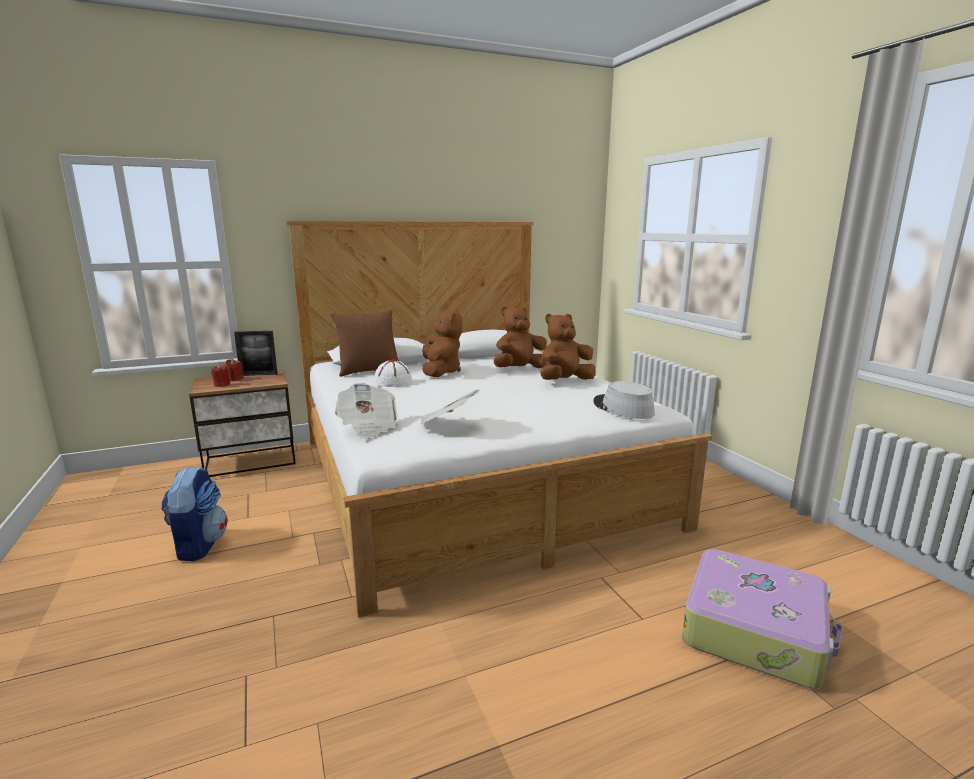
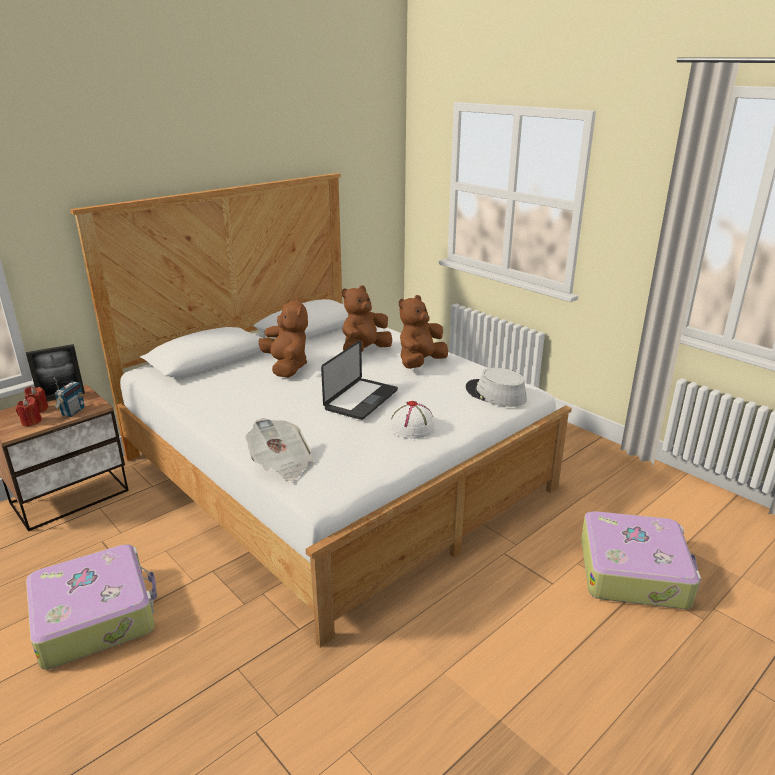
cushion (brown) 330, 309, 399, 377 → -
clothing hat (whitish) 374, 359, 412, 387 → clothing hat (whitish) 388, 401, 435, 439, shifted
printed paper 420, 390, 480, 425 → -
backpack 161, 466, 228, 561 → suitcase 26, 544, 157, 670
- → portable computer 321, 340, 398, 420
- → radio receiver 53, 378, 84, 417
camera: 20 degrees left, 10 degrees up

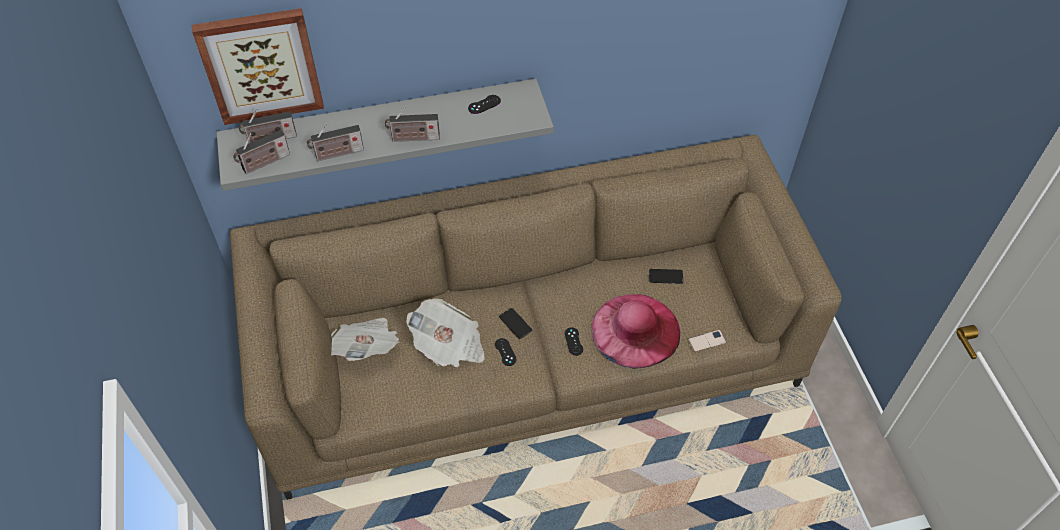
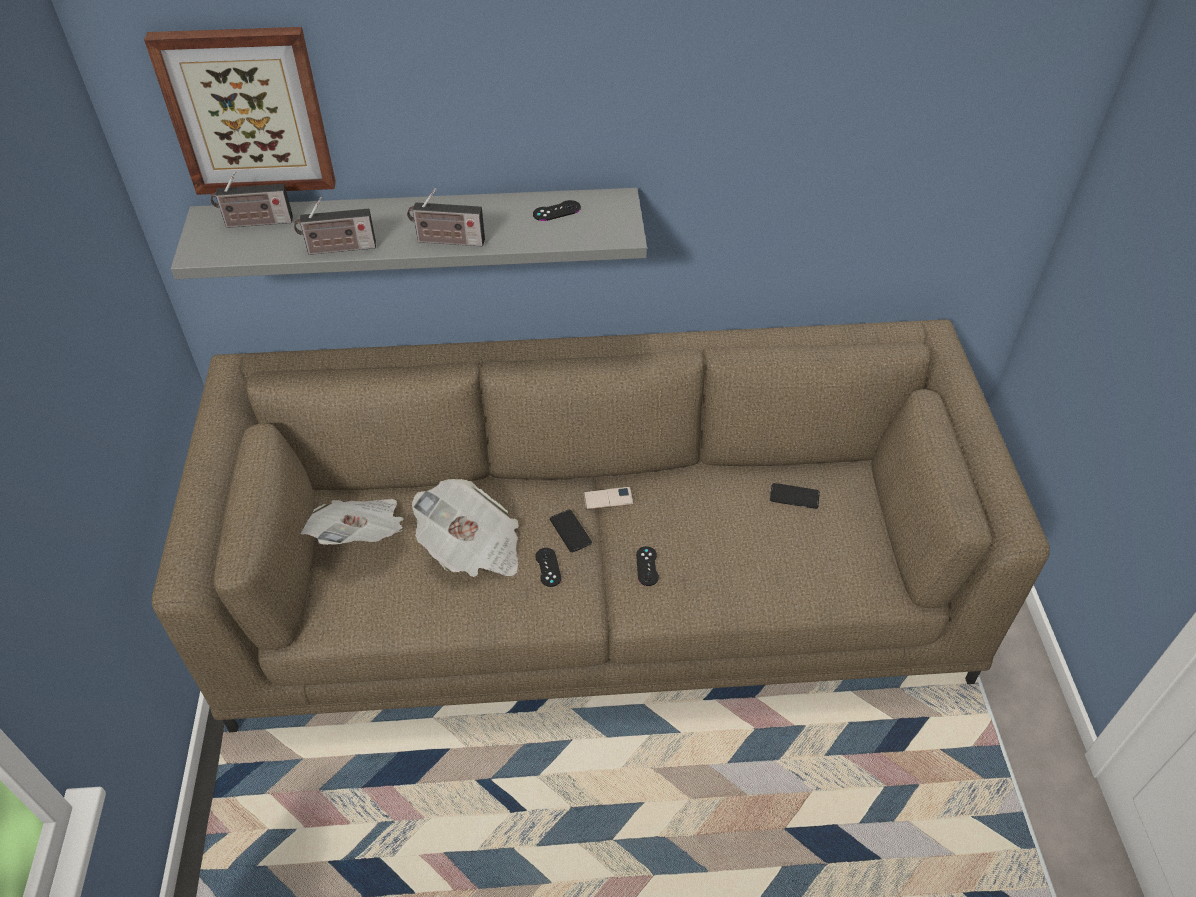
radio receiver 233, 130, 290, 174 → -
clothing hat (pink) 591, 294, 680, 369 → -
telephone 688, 330, 727, 352 → telephone 583, 487, 634, 510, shifted
camera: 10 degrees right, 5 degrees down

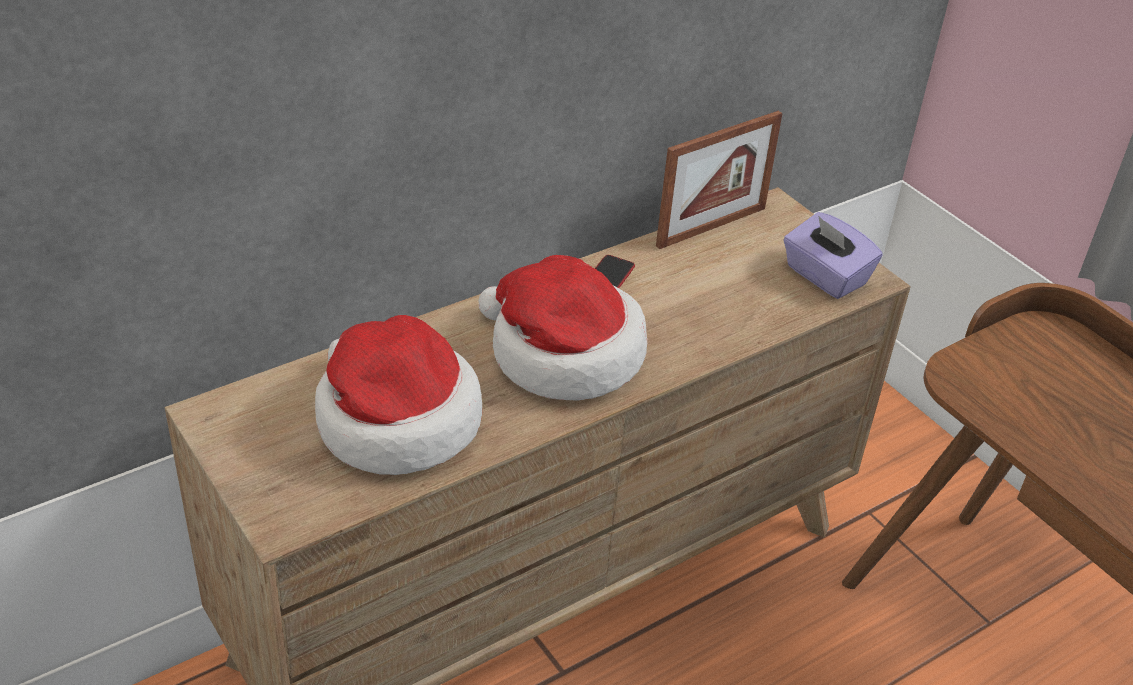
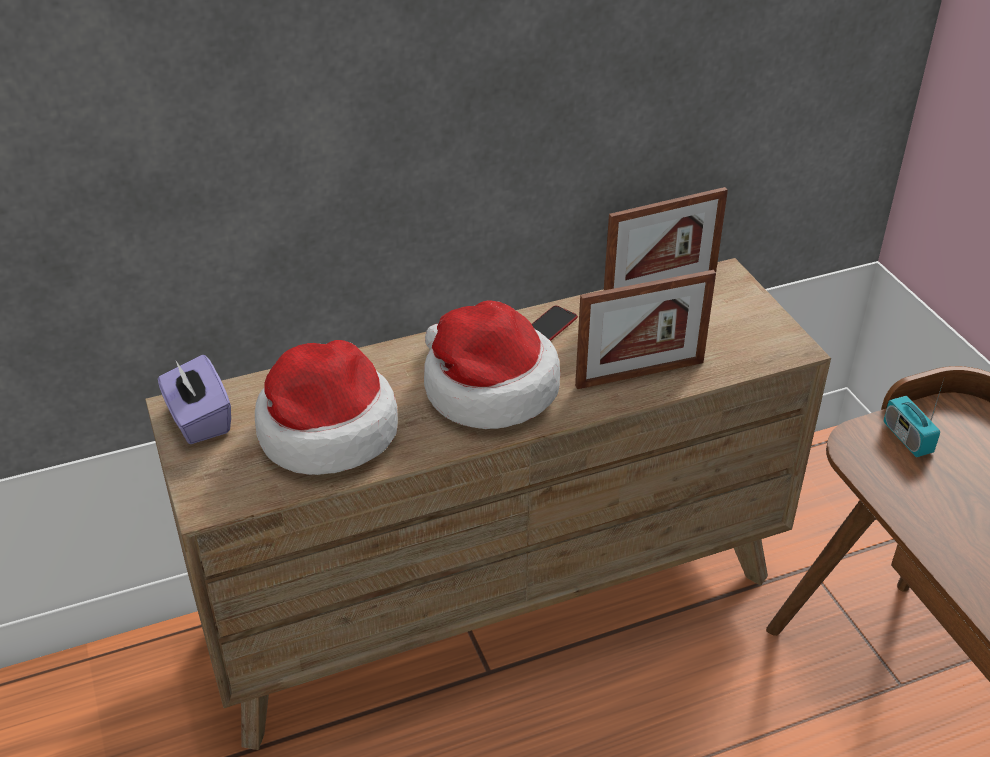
box of tissues (purple-coloured) 783, 212, 883, 299 → box of tissues (purple-coloured) 158, 355, 231, 444, shifted
- → standing frame 575, 270, 716, 389
- → radio receiver 884, 376, 945, 457
camera: 15 degrees right, 0 degrees up

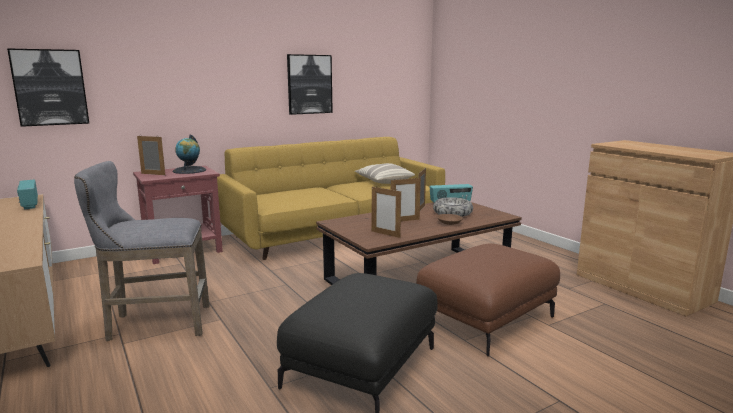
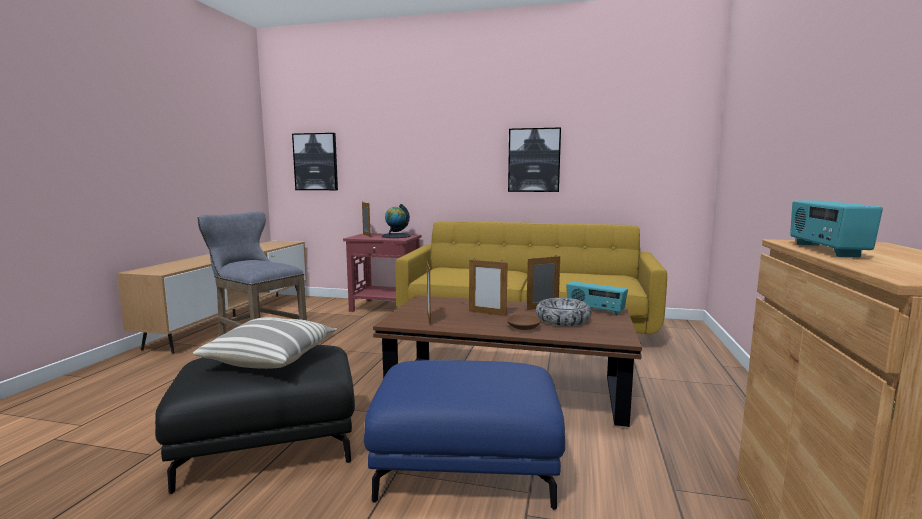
cushion 355, 163, 415, 184 → cushion 193, 317, 337, 369, shifted
radio receiver 17, 180, 38, 210 → radio receiver 790, 200, 883, 257, shifted
ottoman (brown) 416, 244, 560, 357 → ottoman (blue-coloured) 364, 360, 565, 510
camera: 45 degrees right, 5 degrees down

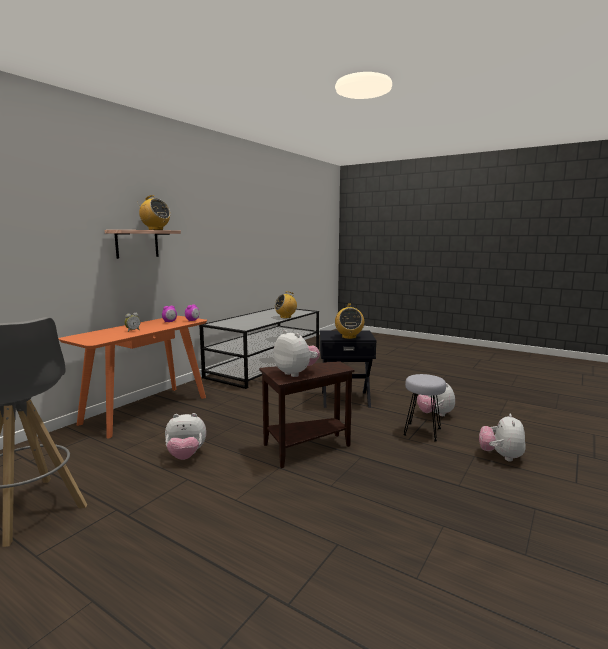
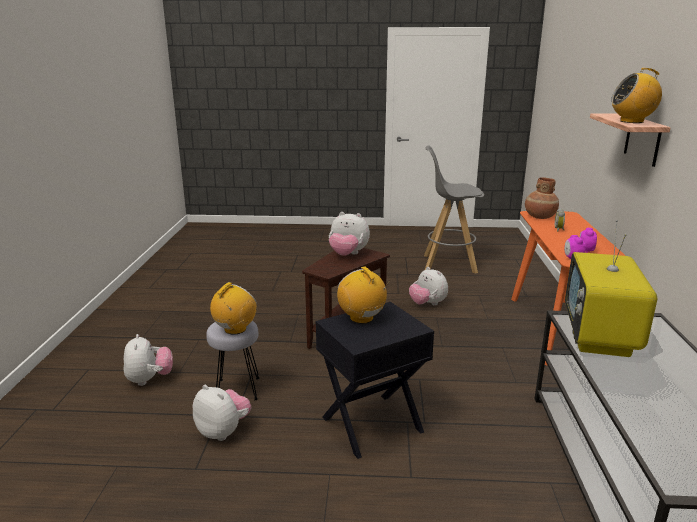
radio receiver 274, 291, 297, 318 → radio receiver 210, 282, 257, 334, shifted
plush toy 165, 413, 206, 460 → plush toy 409, 267, 448, 306, 90 degrees counterclockwise
- → decorative vase (brown) 525, 177, 559, 219
- → TV 565, 220, 657, 357
camera: 150 degrees right, 10 degrees up

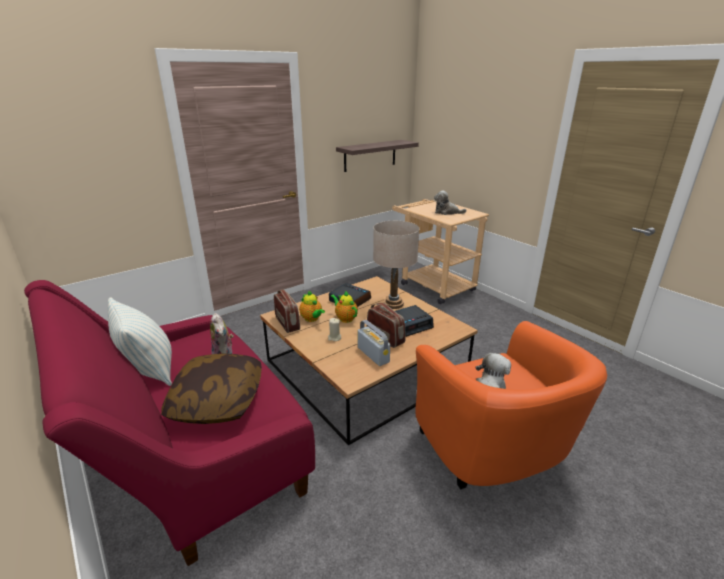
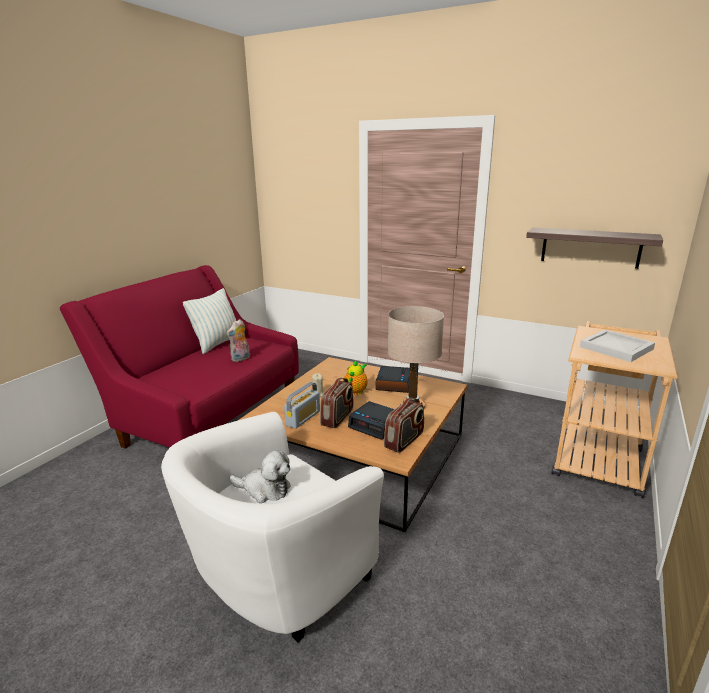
plush toy 434, 190, 467, 215 → tray (whitish) 580, 330, 655, 362
radio receiver 274, 290, 300, 333 → radio receiver 384, 398, 424, 453, shifted
teapot 299, 291, 325, 322 → -
lounge chair (orange-coloured) 415, 321, 607, 489 → lounge chair (whitish) 161, 412, 384, 643
cushion 161, 353, 262, 424 → -
camera: 65 degrees right, 5 degrees down

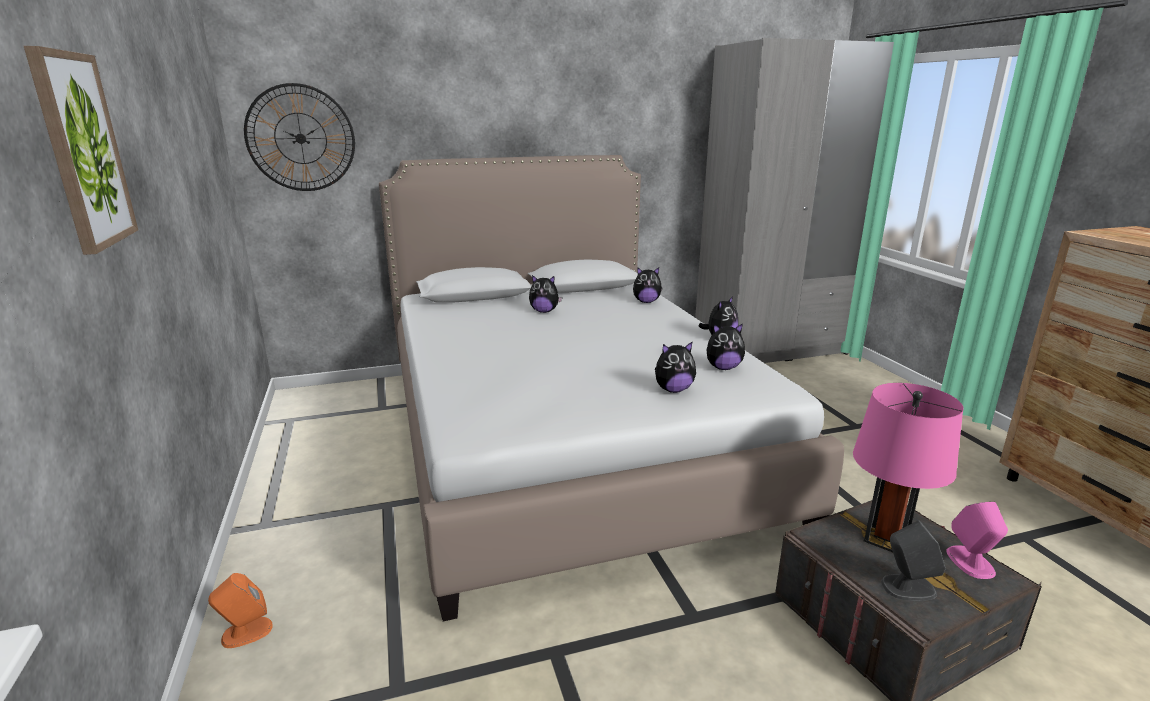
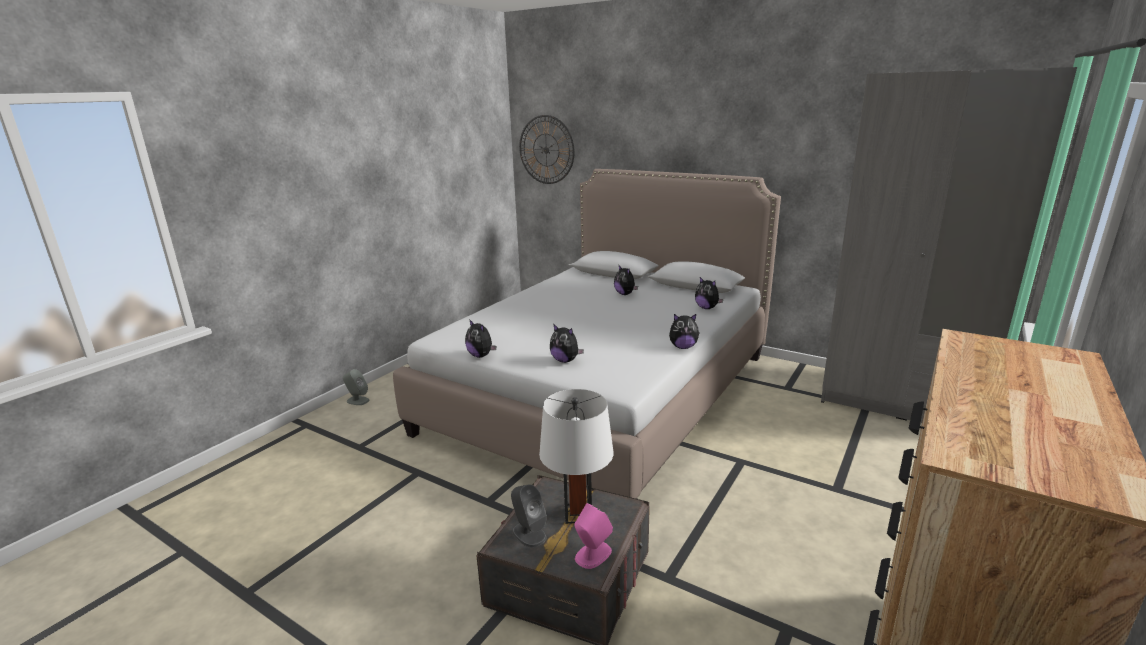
wall picture 24, 46, 138, 255 → -
plush toy 707, 323, 745, 370 → plush toy 465, 319, 496, 358, shifted
table lamp (pink) 853, 383, 964, 552 → table lamp (whitish) 539, 389, 613, 524
loudspeaker (orange-coloured) 208, 573, 273, 648 → loudspeaker (gray) 343, 369, 369, 405
camera: 50 degrees right, 0 degrees up

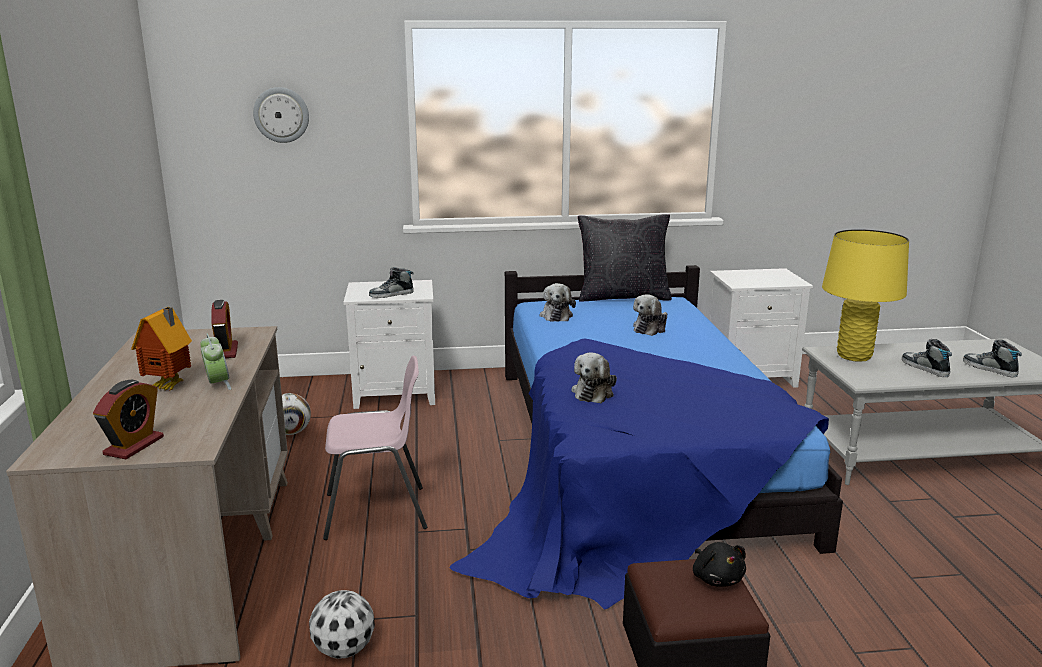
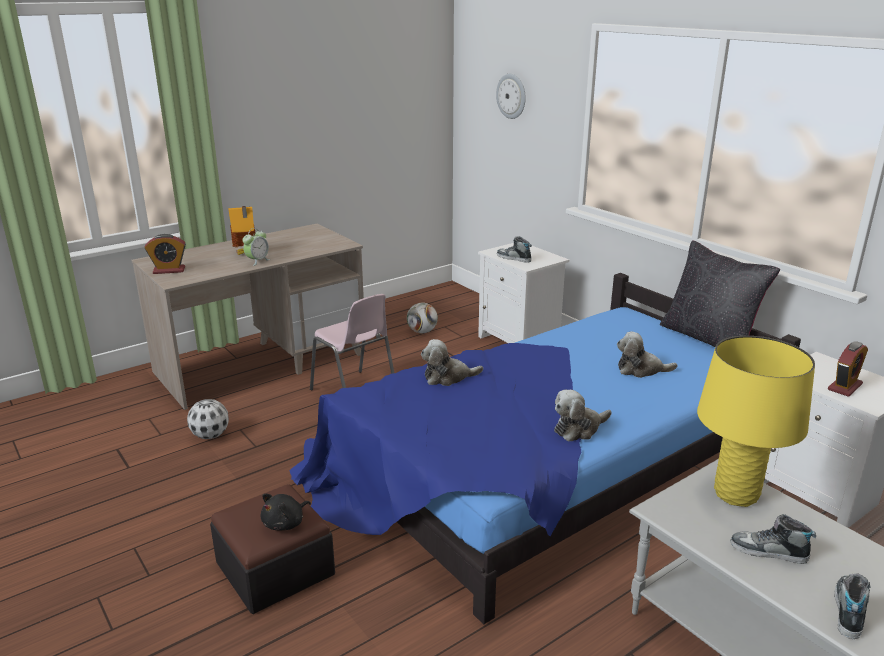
plush toy 539, 283, 576, 322 → plush toy 554, 390, 611, 442, shifted
bedside clock 211, 300, 238, 358 → bedside clock 828, 341, 868, 397, shifted
item of footwear 902, 339, 952, 377 → item of footwear 731, 514, 816, 564, 105 degrees counterclockwise
camera: 60 degrees right, 5 degrees up

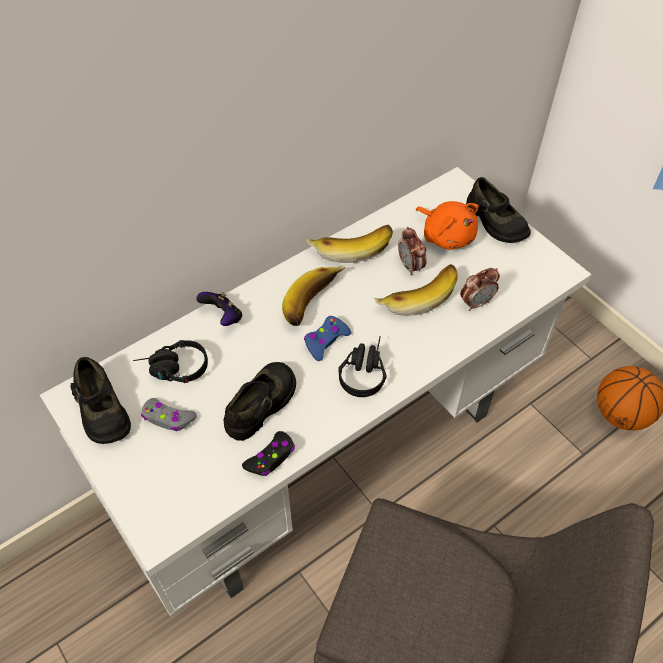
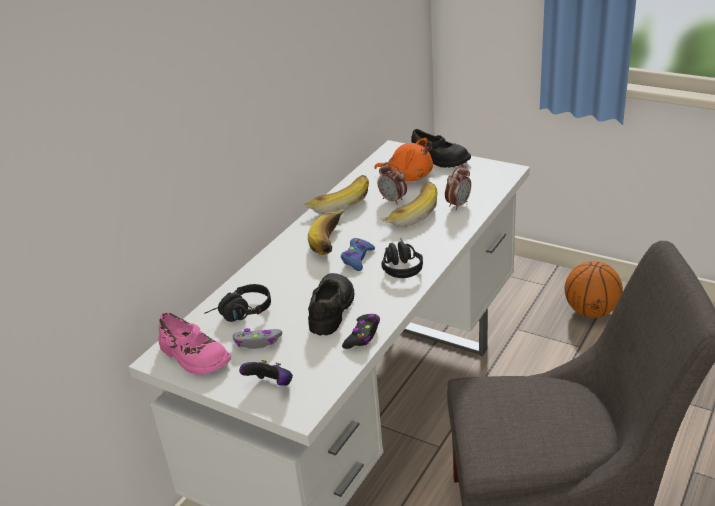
joypad 196, 292, 242, 326 → joypad 239, 360, 293, 386, shifted
item of footwear (black) 71, 357, 131, 444 → item of footwear (pink) 158, 312, 231, 375
camera: 20 degrees left, 20 degrees down

